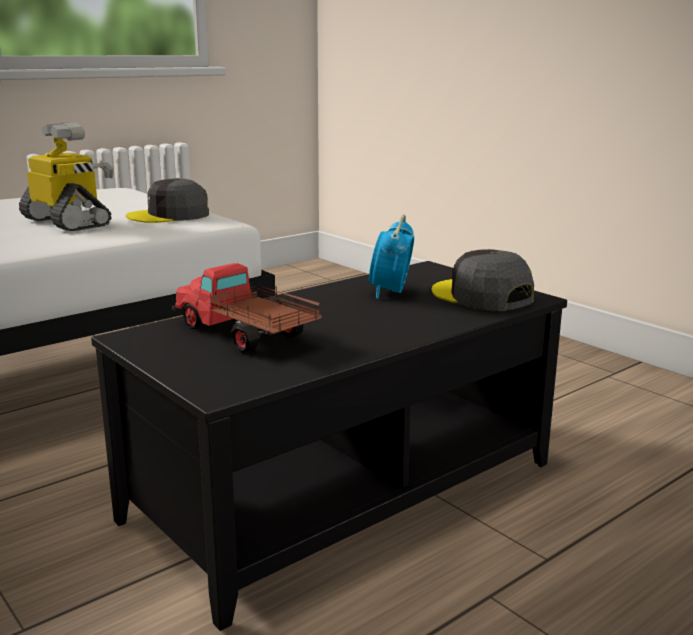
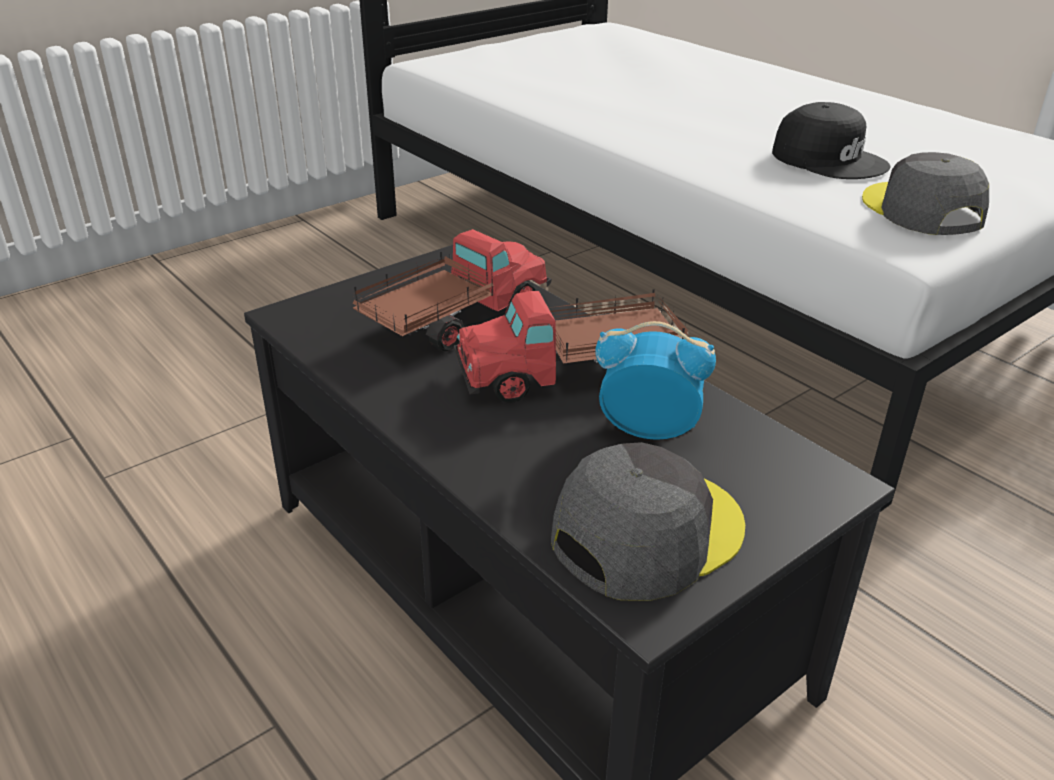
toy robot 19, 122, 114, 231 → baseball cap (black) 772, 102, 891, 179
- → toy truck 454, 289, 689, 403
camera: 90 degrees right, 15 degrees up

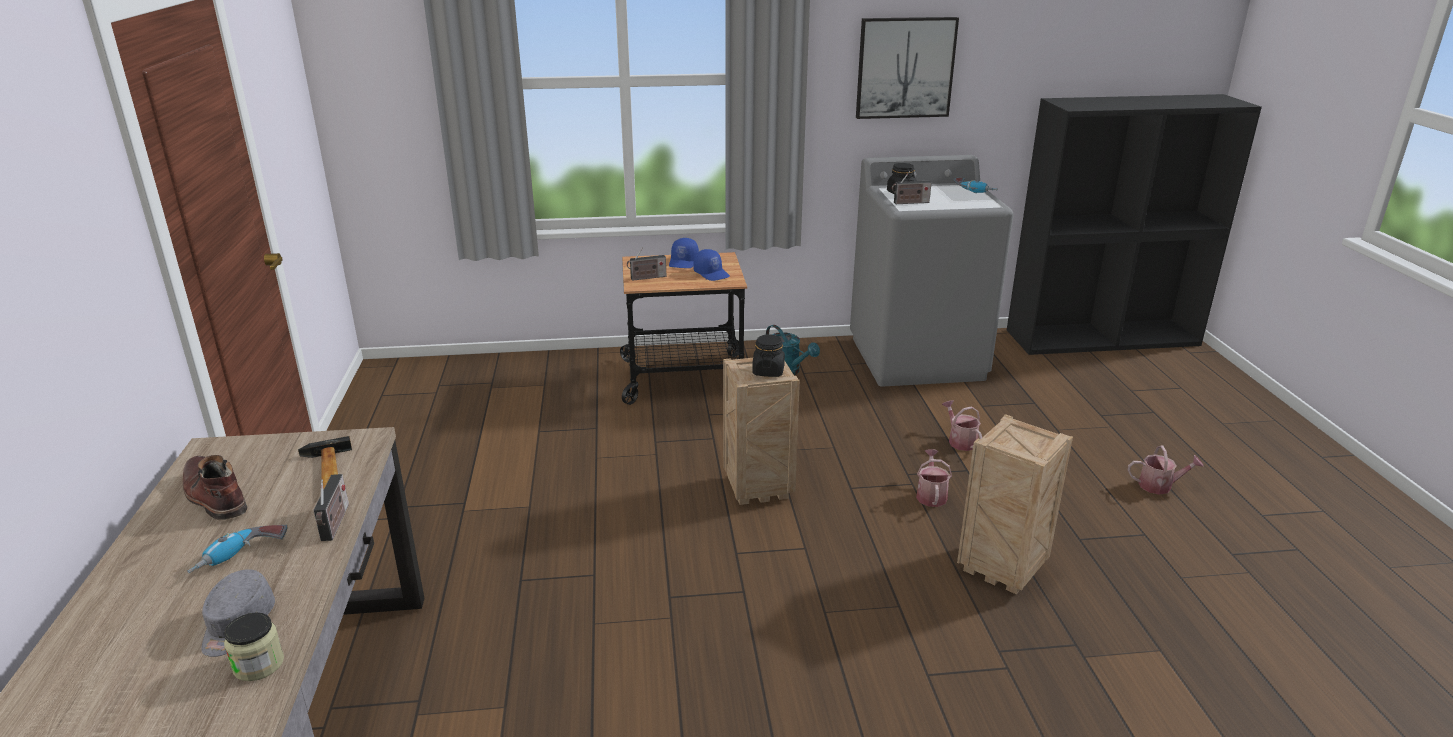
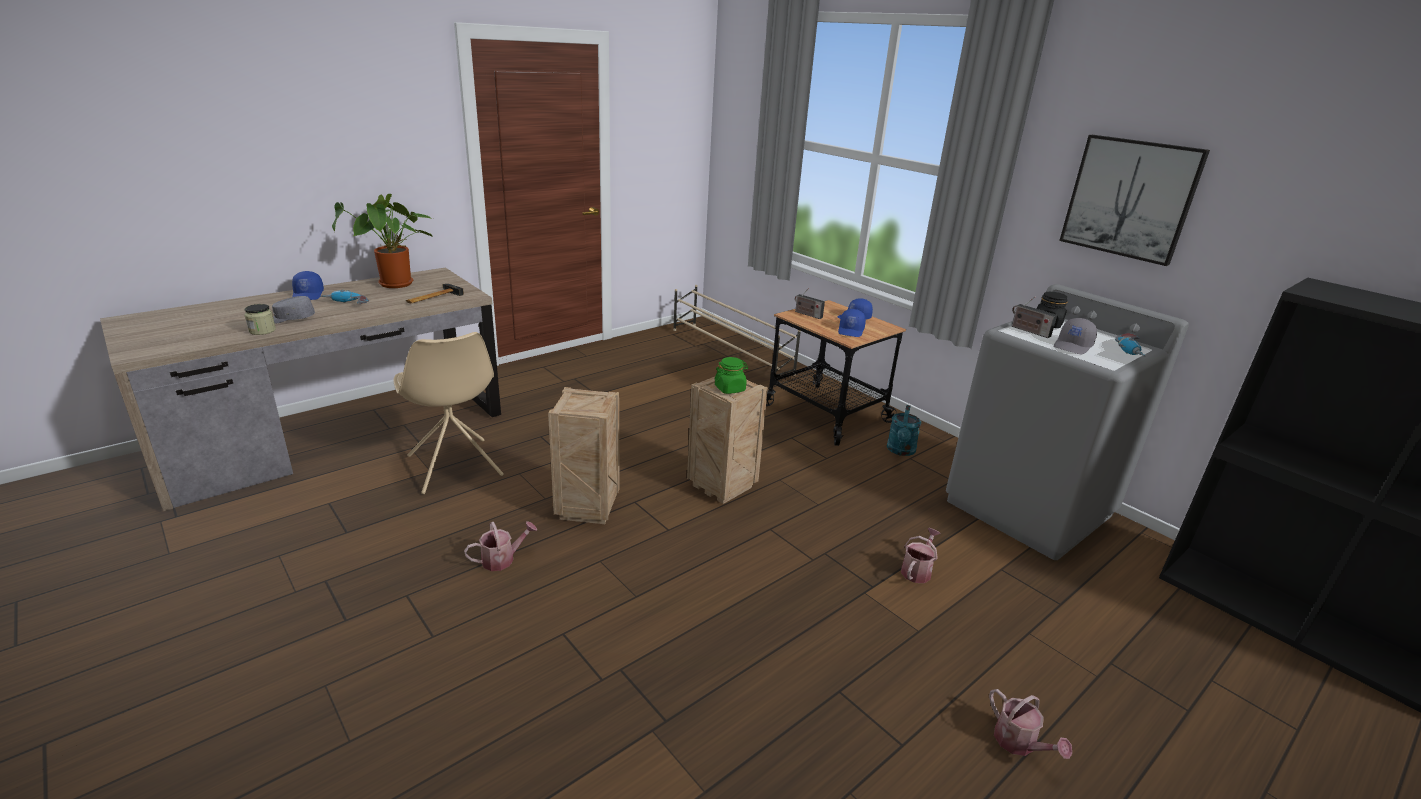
jar (black) 752, 334, 785, 377 → jar (greenish) 715, 357, 748, 394
packing crate 957, 414, 1073, 594 → packing crate 548, 387, 620, 524, shifted
sprinkling can 916, 449, 952, 507 → sprinkling can 464, 521, 537, 571, shifted
boot (brown) 183, 455, 247, 520 → potted plant 332, 194, 433, 288
radio receiver 313, 474, 349, 541 → -
- → baseball cap (blue-coloured) 292, 271, 324, 300
- → shoe shelf (beige-coloured) 673, 285, 801, 375
- → baseball cap (gray) 1054, 318, 1097, 354
- → upright chair (beige-coloured) 393, 332, 504, 494
camera: 55 degrees right, 0 degrees up

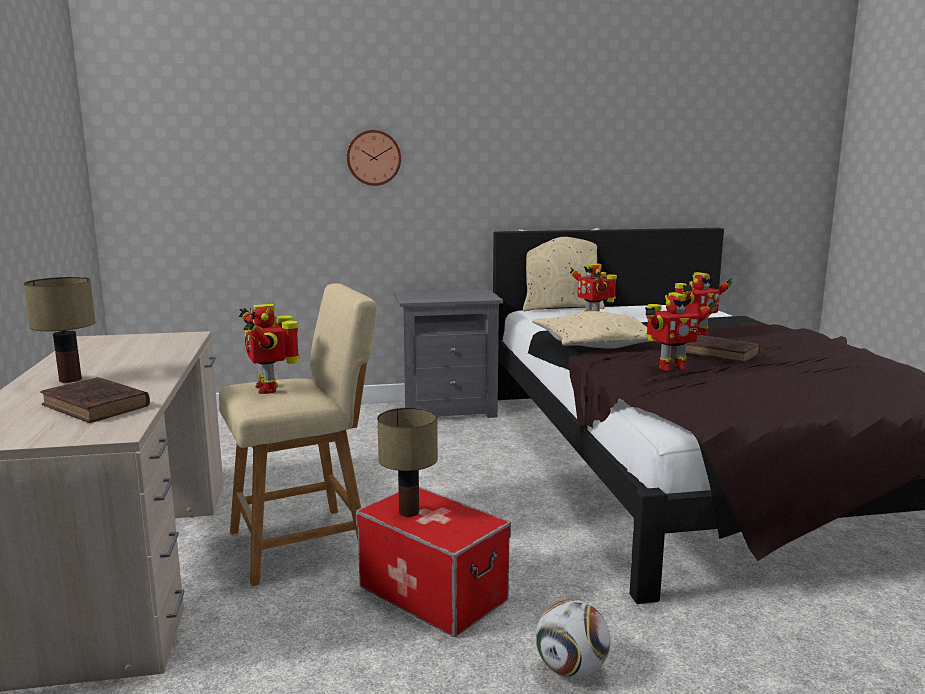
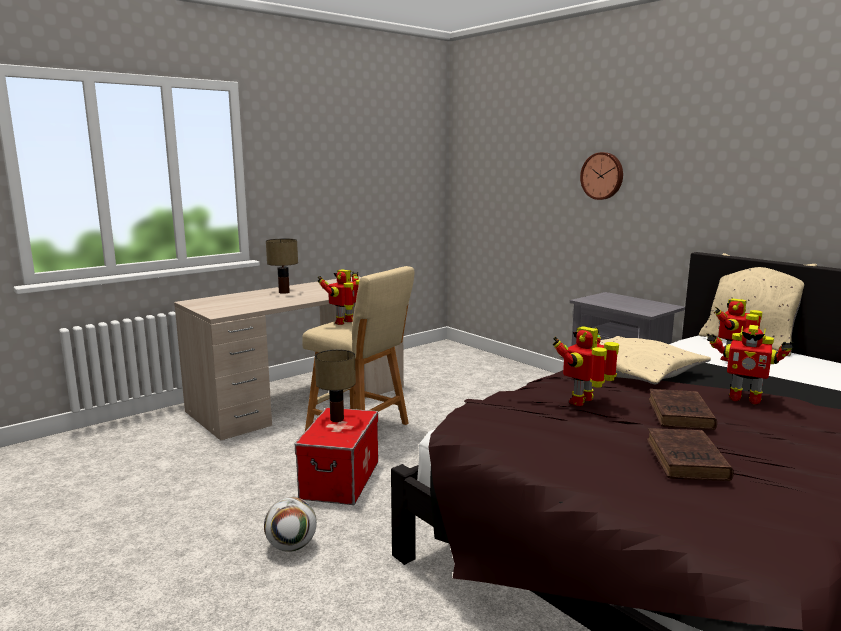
toy robot 645, 292, 717, 371 → toy robot 553, 326, 619, 406, 90 degrees clockwise
bound book (brown) 40, 377, 150, 423 → bound book (brown) 647, 428, 734, 481, shifted
camera: 60 degrees right, 0 degrees up

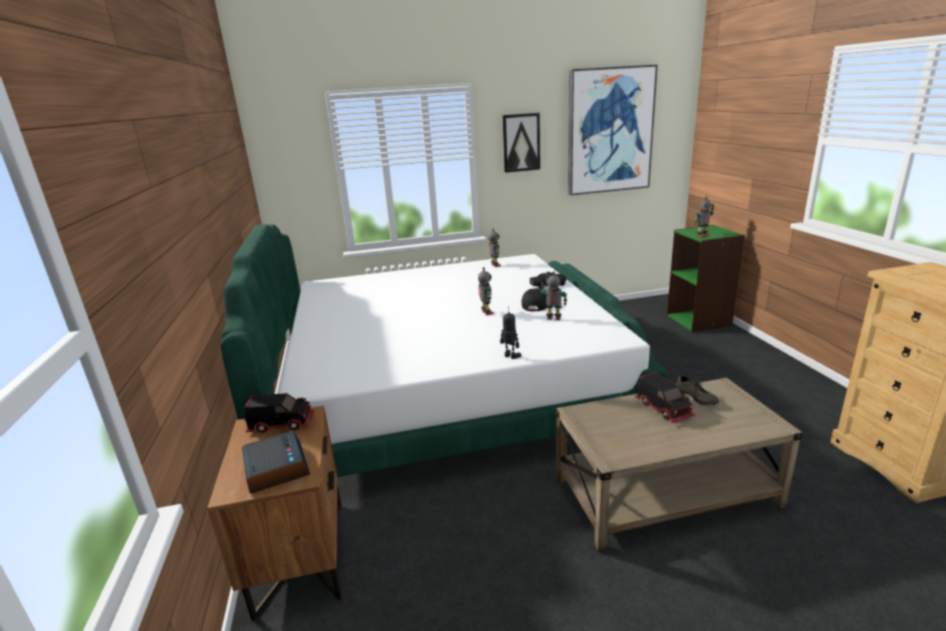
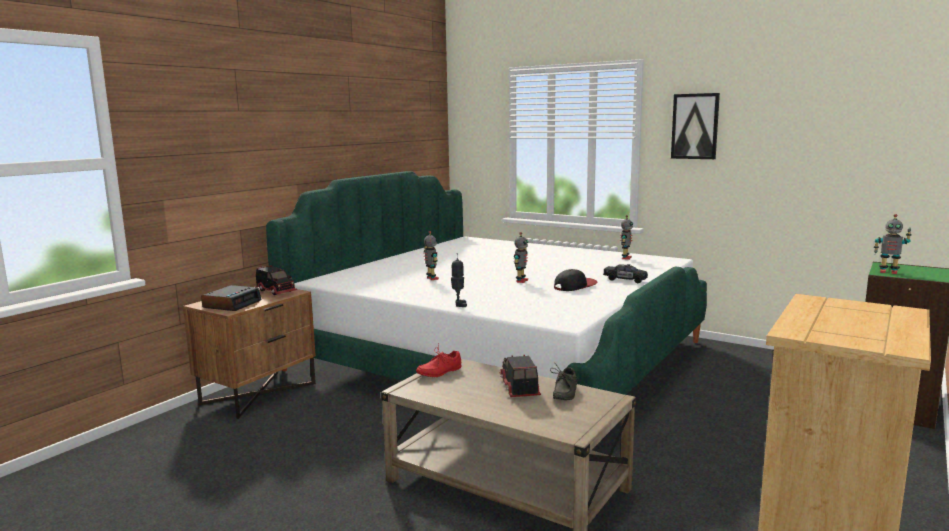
wall picture 568, 64, 658, 195 → -
toy robot 540, 271, 567, 320 → toy robot 423, 231, 439, 280, shifted
toy truck 635, 372, 695, 423 → toy truck 499, 355, 541, 397, 150 degrees clockwise
- → item of footwear (red-coloured) 416, 343, 461, 377
camera: 45 degrees right, 10 degrees down

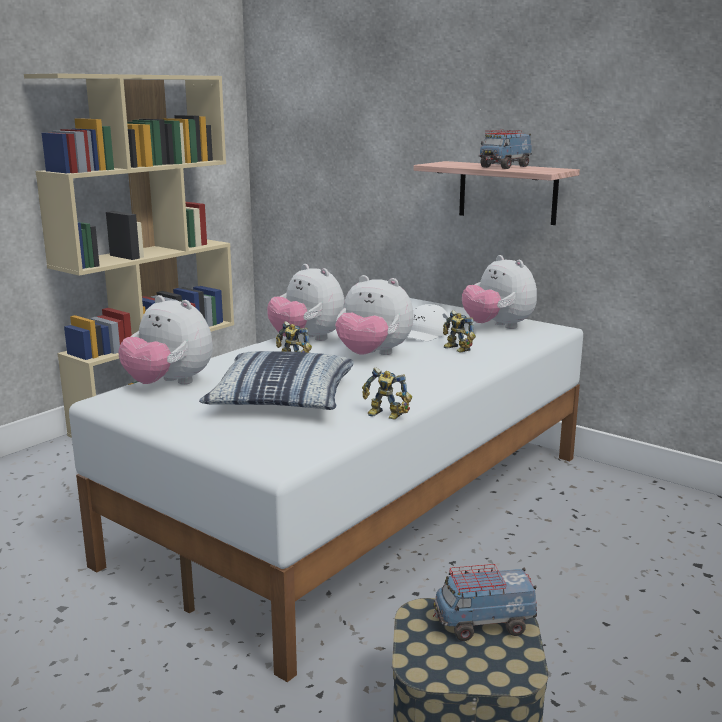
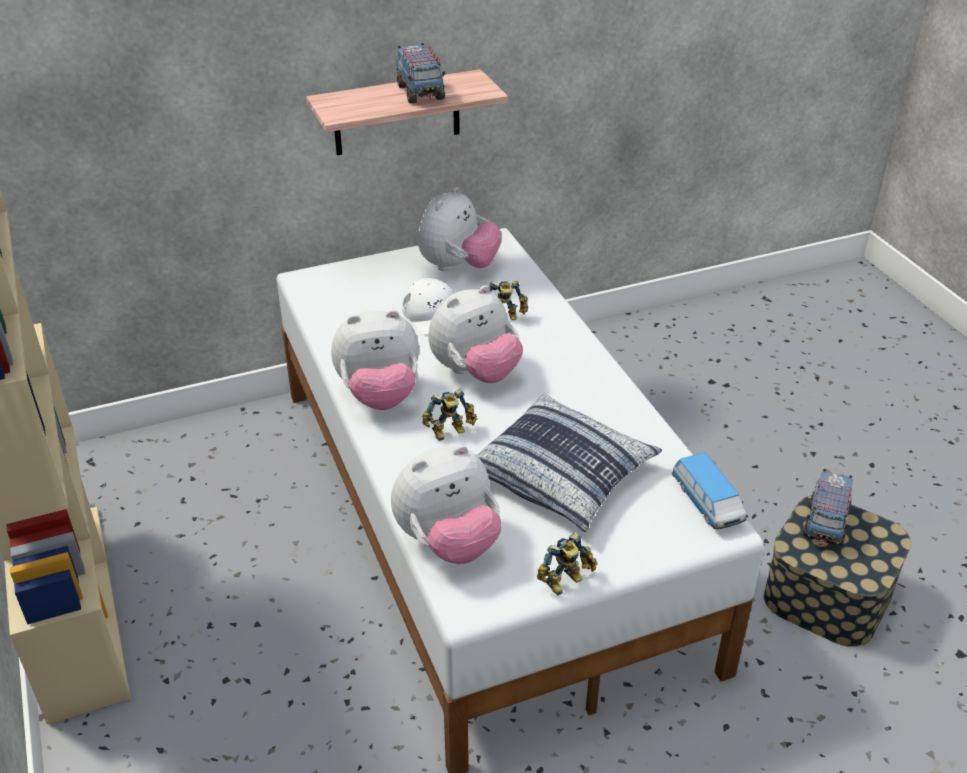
plush toy 462, 255, 537, 329 → plush toy 418, 187, 502, 271, 60 degrees counterclockwise
toy robot 362, 368, 412, 420 → toy robot 537, 532, 597, 595, shifted
- → toy car 672, 452, 747, 529
camera: 60 degrees left, 20 degrees up

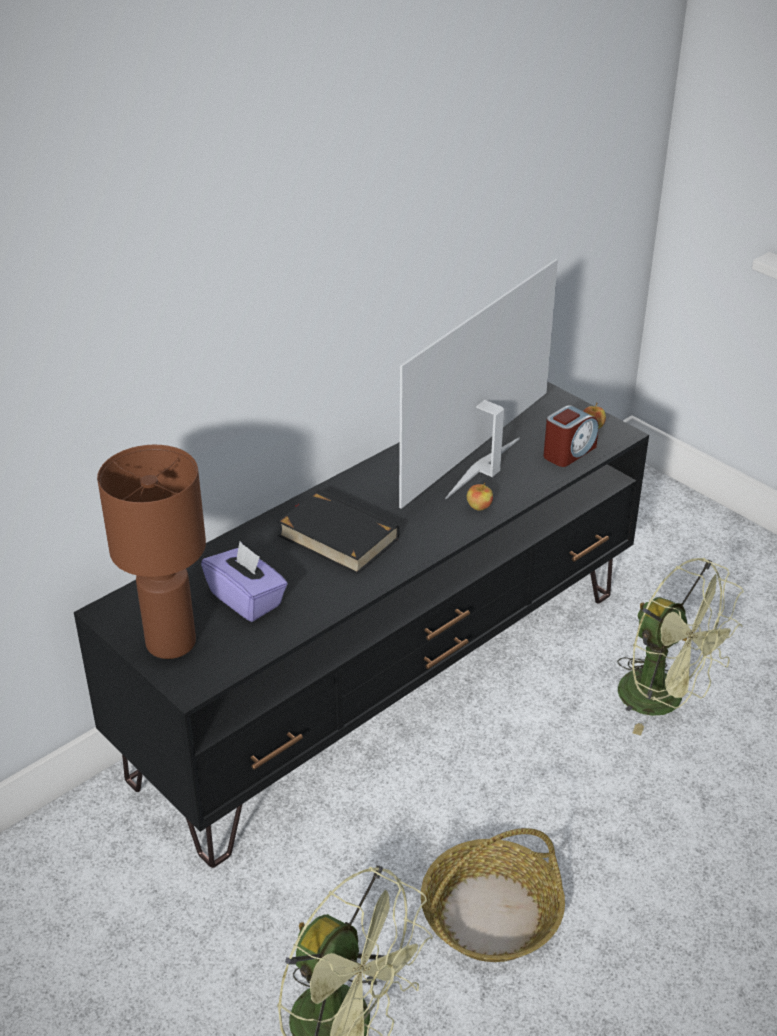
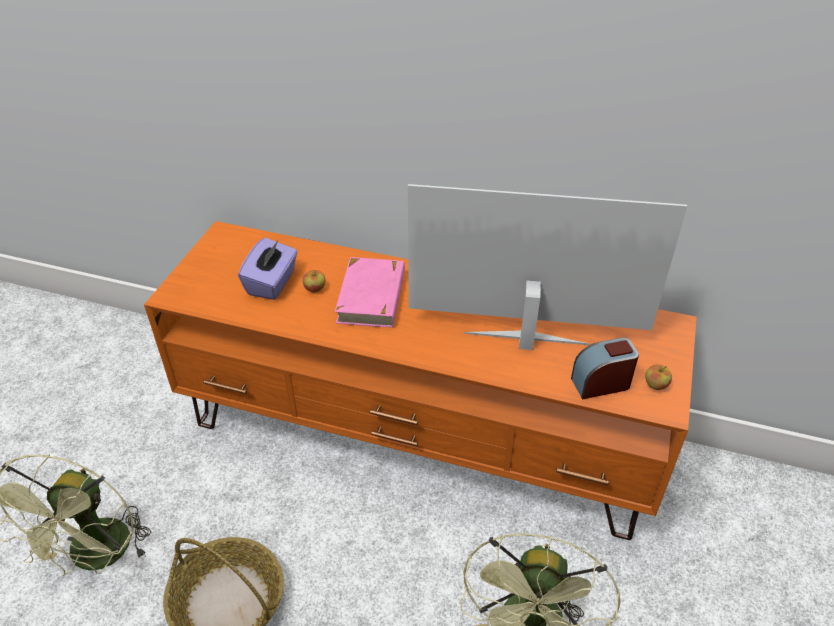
tv stand (black) 74, 381, 649, 868 → tv stand (orange-coloured) 144, 221, 697, 540
bedside clock 544, 405, 599, 467 → bedside clock 571, 337, 639, 399, 150 degrees clockwise
table lamp (brown) 97, 445, 206, 659 → -
apple fruit 467, 482, 493, 511 → apple fruit 303, 270, 325, 293, shifted
bound book (black) 277, 489, 399, 574 → bound book (pink) 335, 257, 405, 328
camera: 60 degrees right, 5 degrees up

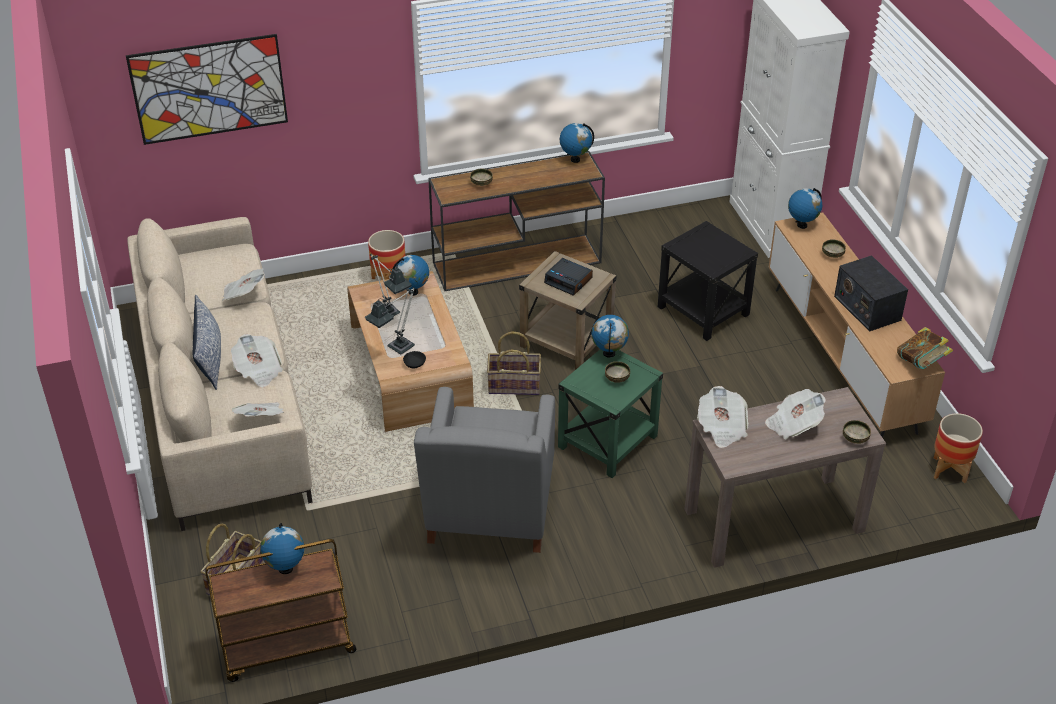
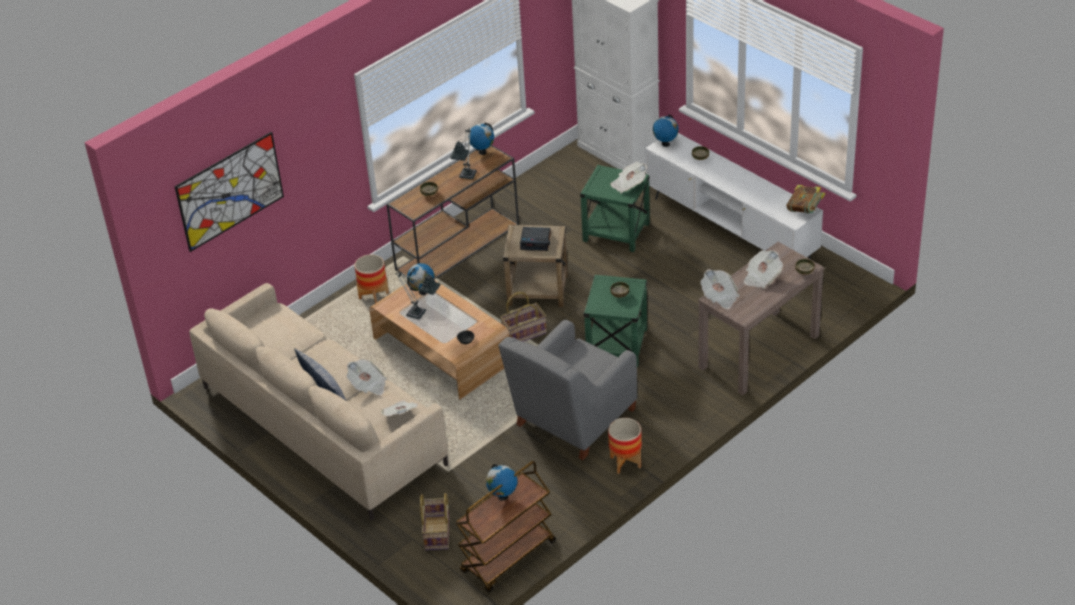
tv stand (brown) 768, 212, 945, 438 → tv stand (whitish) 645, 133, 823, 260
accent table (black) 658, 221, 758, 341 → accent table (greenish) 580, 165, 650, 252
radio receiver 834, 255, 908, 332 → -
printed paper 222, 268, 265, 301 → printed paper 610, 162, 647, 194, shifted
table lamp 365, 287, 415, 354 → table lamp 450, 128, 477, 179, shifted
world globe 591, 315, 629, 358 → -
lounge chair (gray) 414, 387, 555, 553 → lounge chair (gray) 498, 320, 637, 460, 60 degrees clockwise
plant pot 934, 413, 983, 483 → plant pot 608, 418, 642, 474, shifted
camera: 25 degrees left, 0 degrees up

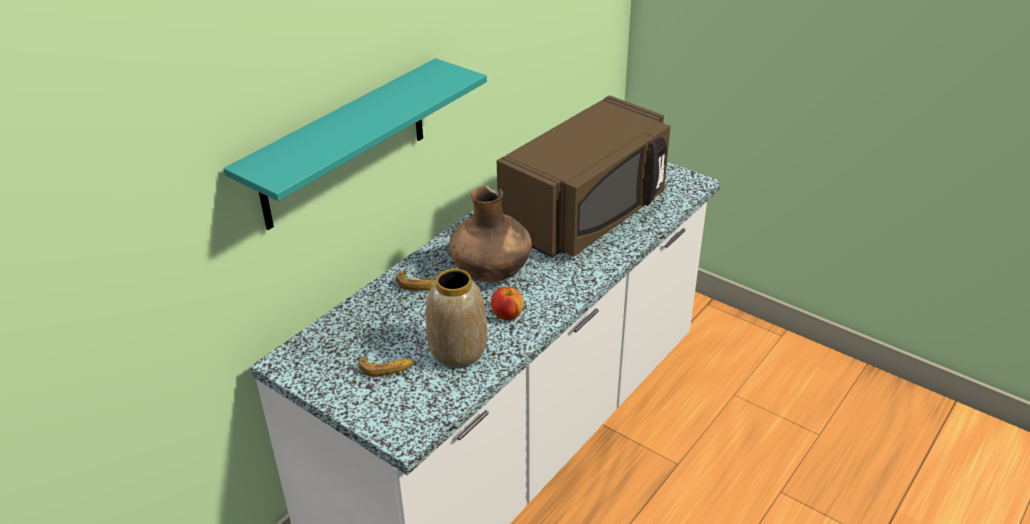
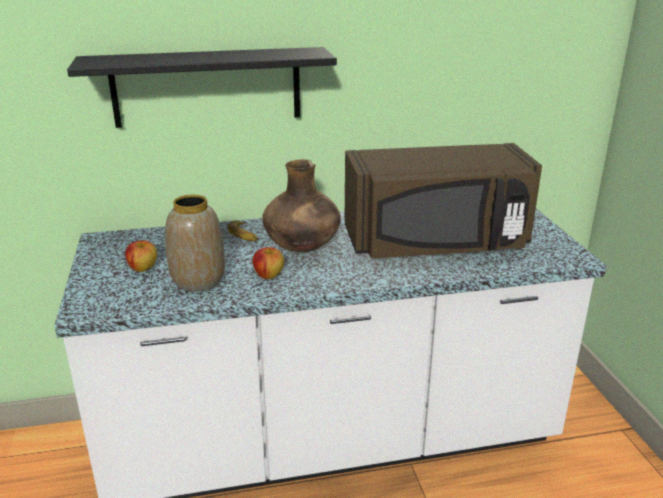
shelf (blue-green) 224, 58, 487, 230 → shelf (black) 67, 47, 337, 128
whole banana 358, 355, 415, 377 → apple fruit 125, 241, 157, 272
camera: 40 degrees right, 10 degrees down

